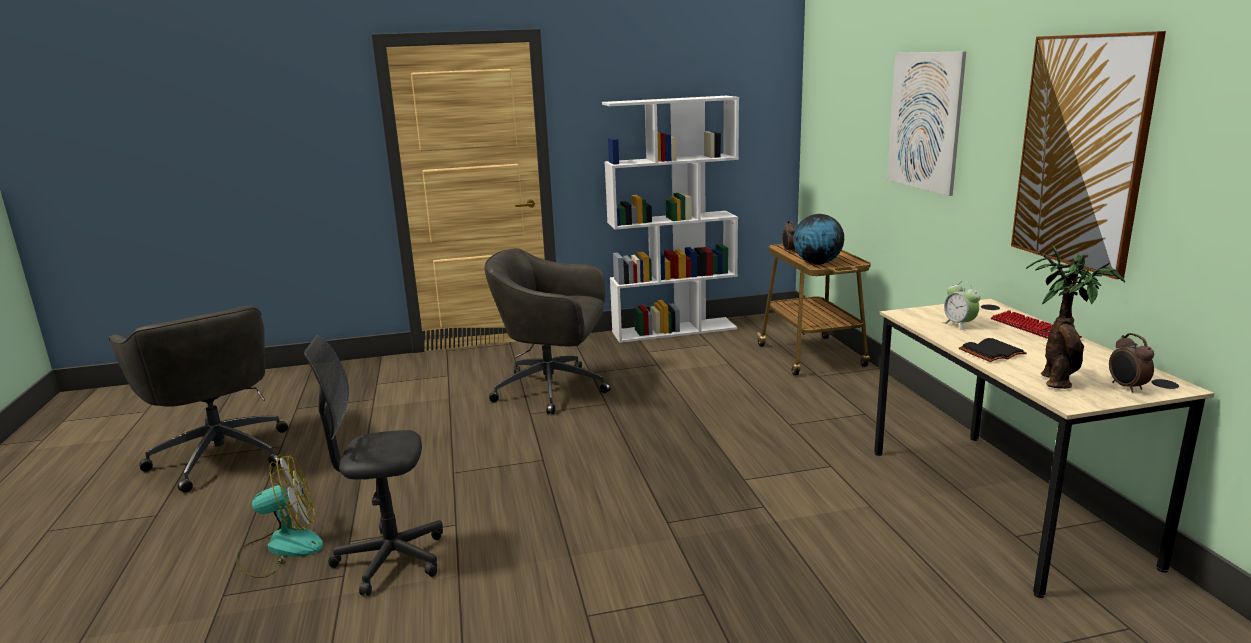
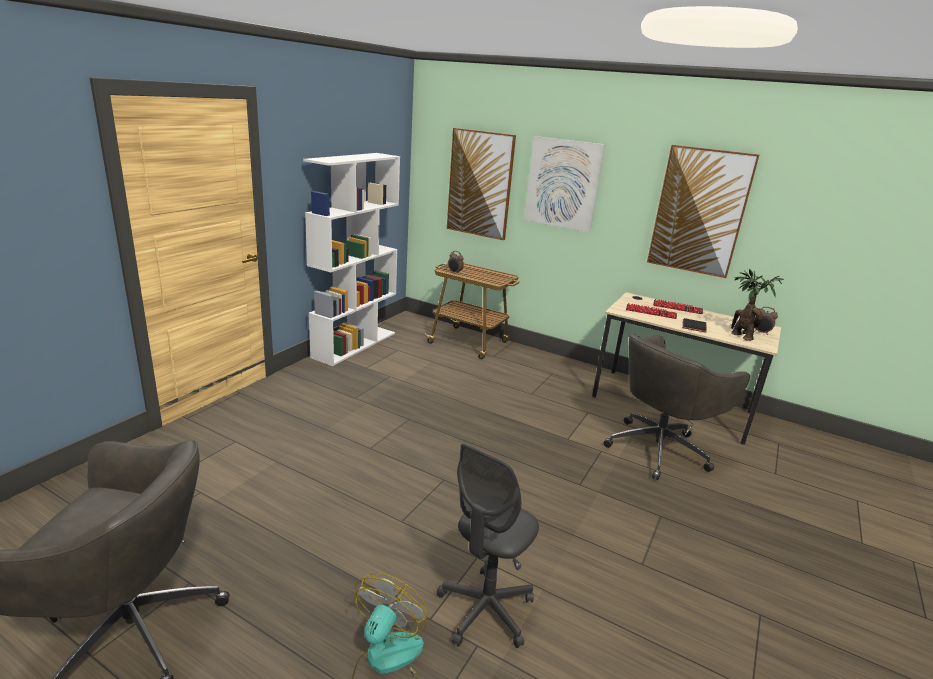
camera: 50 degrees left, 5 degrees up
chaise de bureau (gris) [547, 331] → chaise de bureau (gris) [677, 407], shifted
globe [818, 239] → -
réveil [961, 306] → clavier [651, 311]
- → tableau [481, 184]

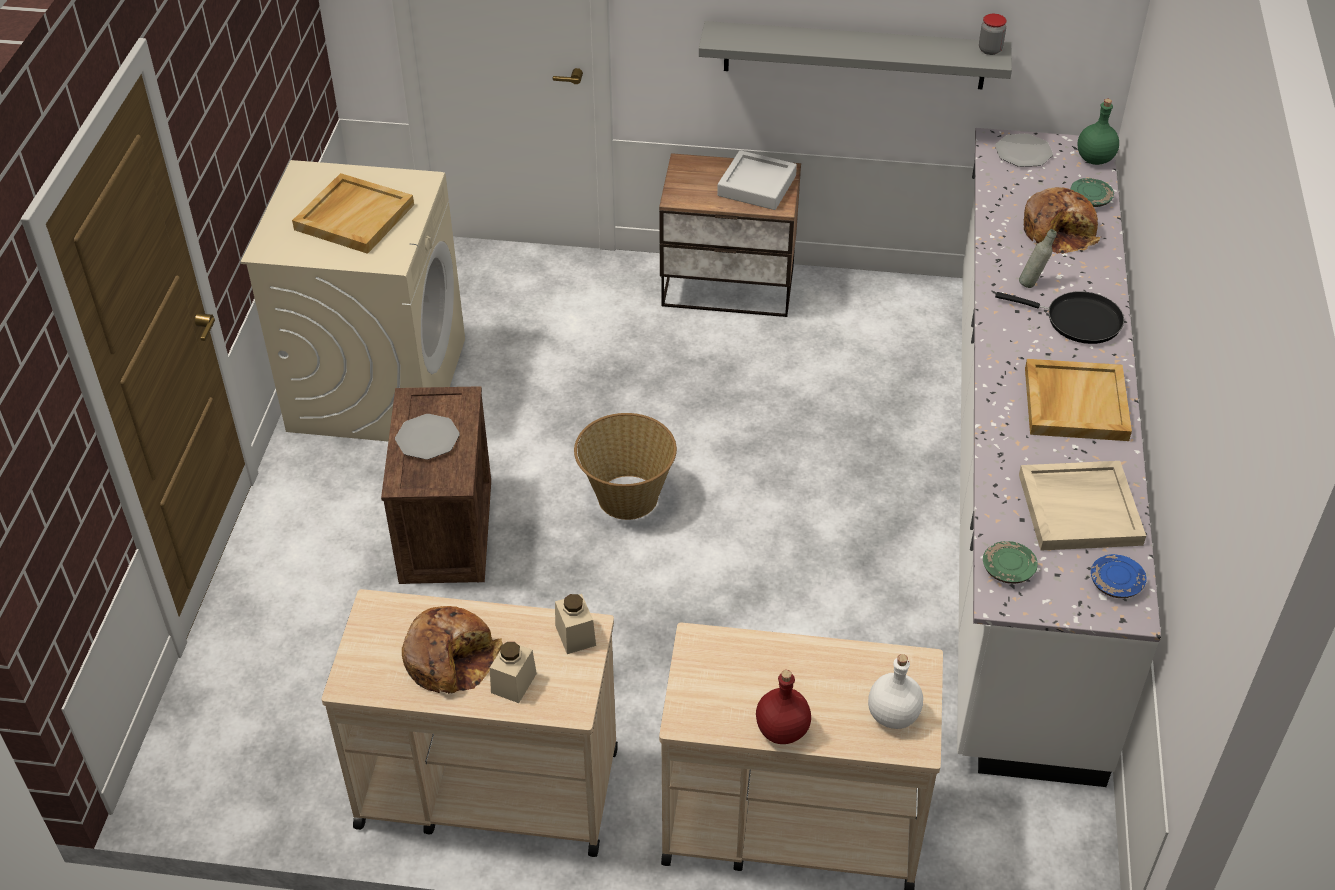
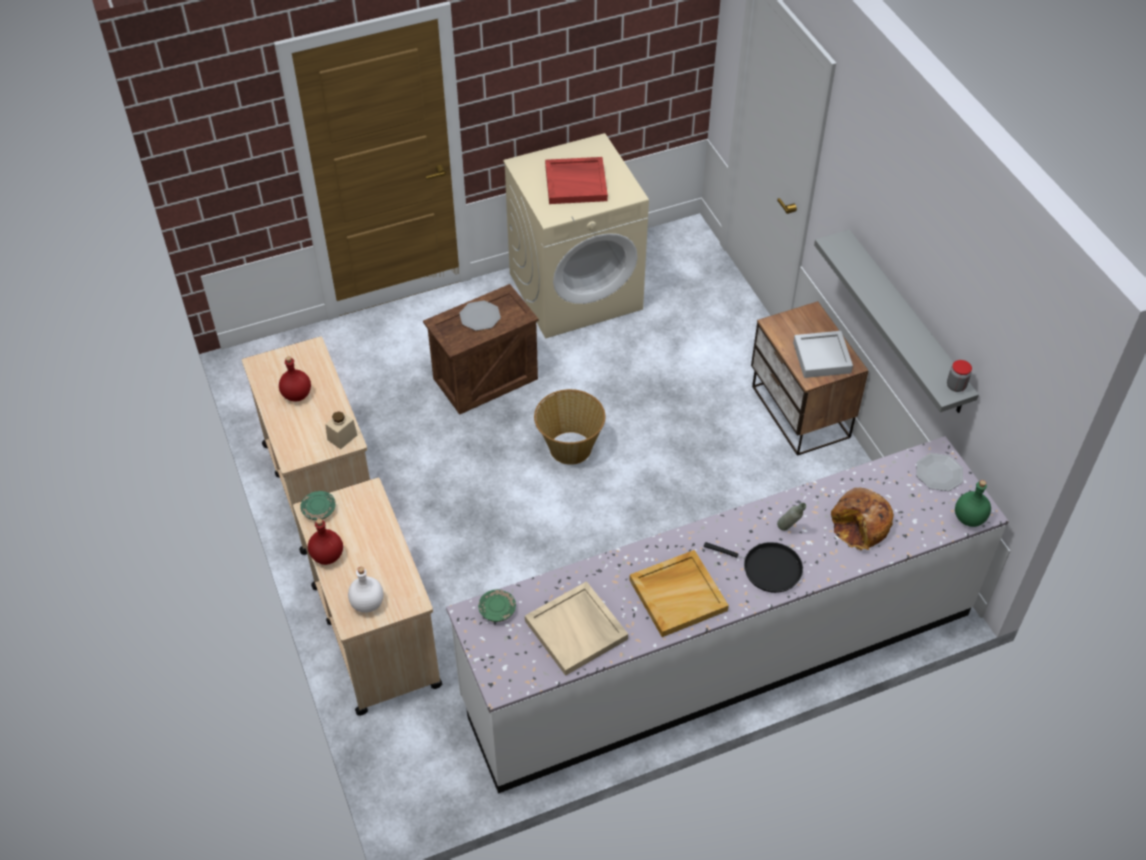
camera: 60 degrees right, 5 degrees up
plateau (beige) [353, 213] → plateau (rouge) [576, 180]
pain [452, 650] → bouteille (rouge) [295, 378]
bocal (beige) [513, 672] → -
poêle (noir) [1059, 317] → poêle (noir) [753, 567], 60 degrees counterclockwise
assiette (vert) [1092, 192] → assiette (vert) [318, 505], shifted
assiette (bleu) [1119, 576] → -

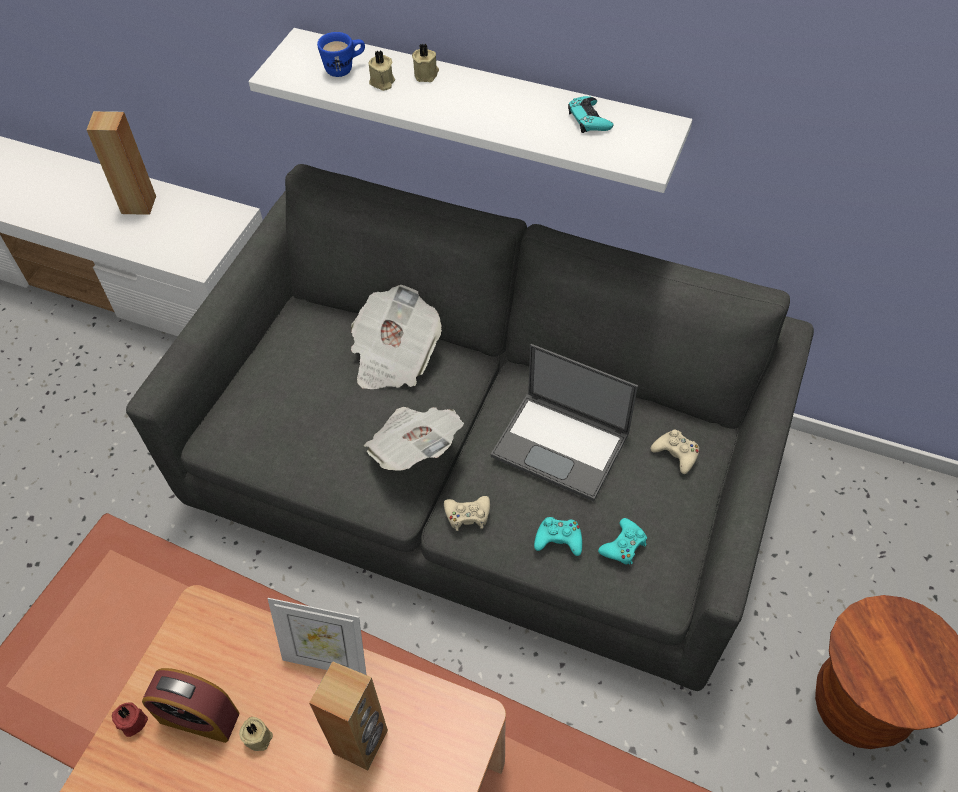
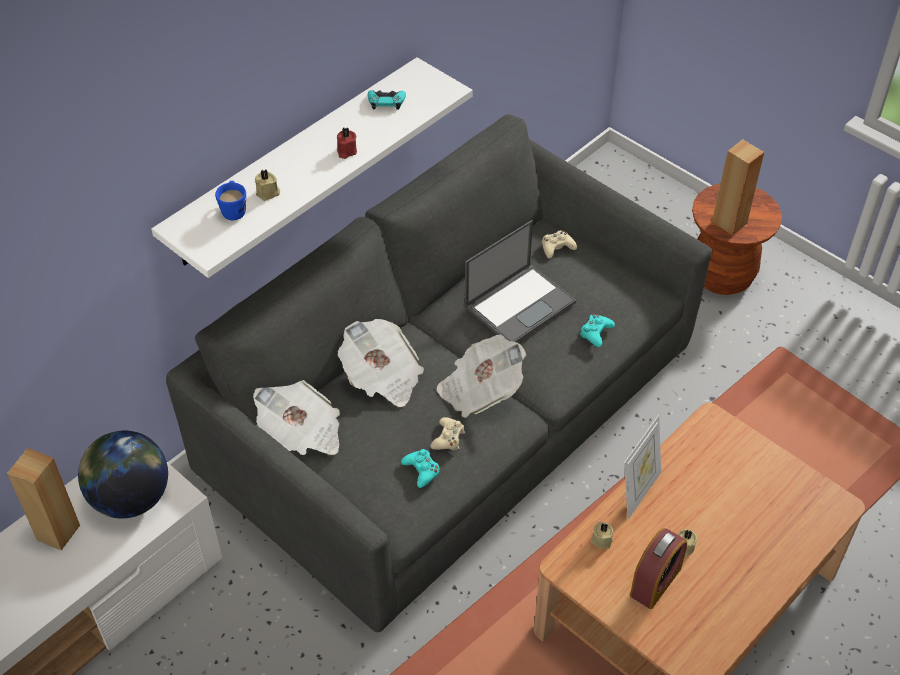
camera: 70 degrees left, 5 degrees down
bougie (rouge) [130, 720] → bougie (rouge) [347, 143], shifted
enceinte (marron) [348, 715] → enceinte (marron) [738, 187], shifted
bougie (beige) [425, 63] → bougie (beige) [602, 535], shifted
manette (beige) [467, 513] → manette (beige) [447, 433], shifted
manette (turquoise) [622, 541] → manette (turquoise) [420, 468], shifted
- → globe [123, 475]
- → journal [296, 417]

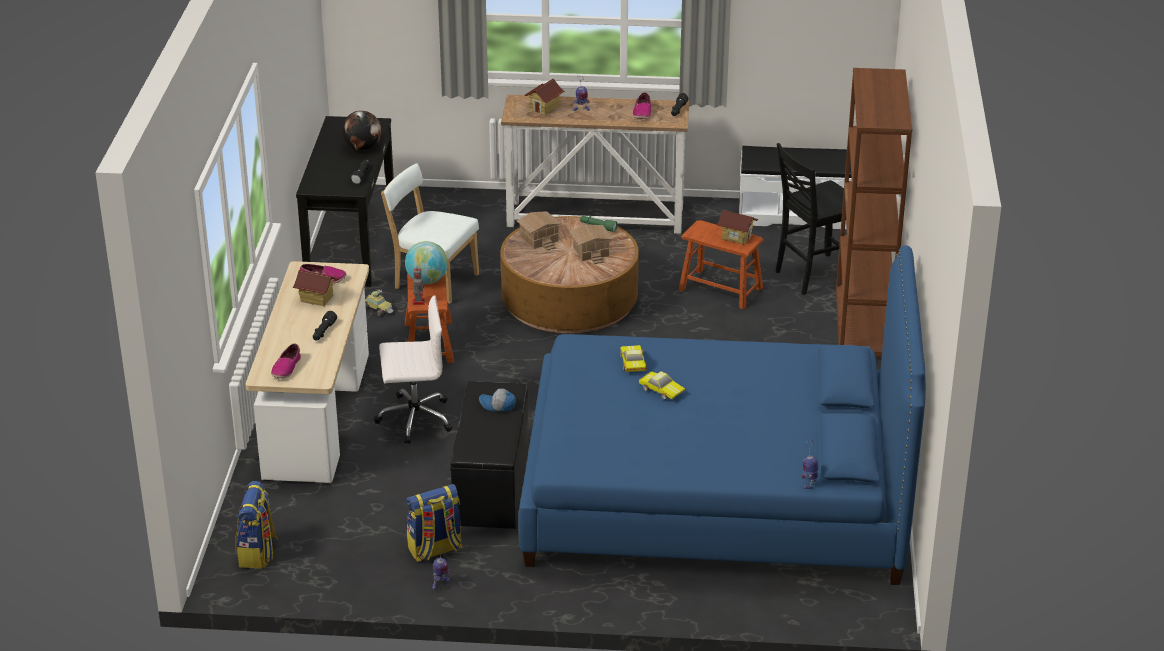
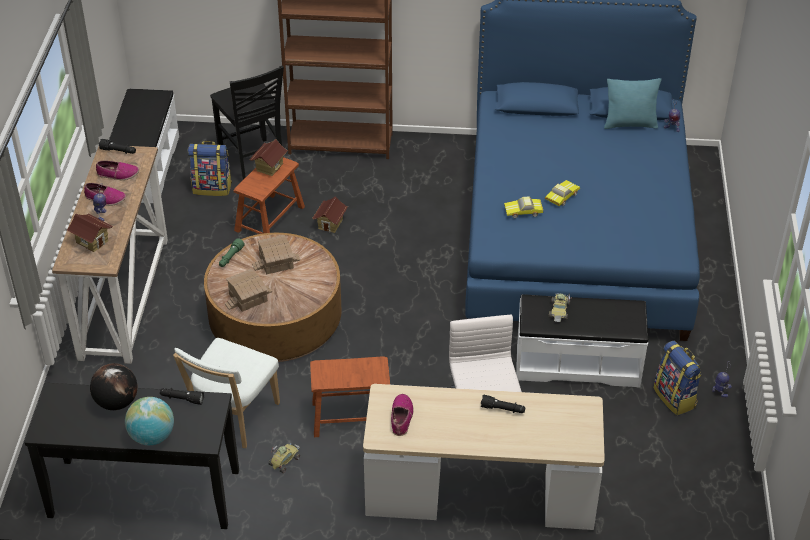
camera: 90 degrees left, 10 degrees up
sac à dos [256, 524] → sac à dos [210, 168], shifted
chaussure [286, 360] → chaussure [105, 194], shifted
maison miniature [315, 288] → maison miniature [330, 215], shifted
globe [426, 262] → globe [149, 421], shifted
robot jouet [418, 286] → -
banc (noir) [489, 455] → banc (blanc) [582, 341]
casquette [497, 399] → petite voiture [560, 307]
- → coussin (turquoise) [632, 103]

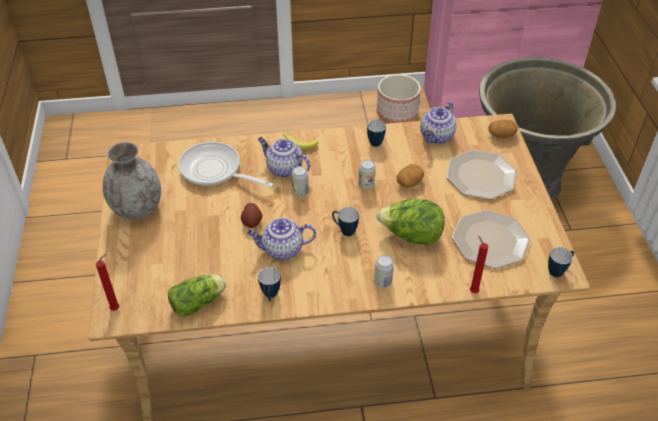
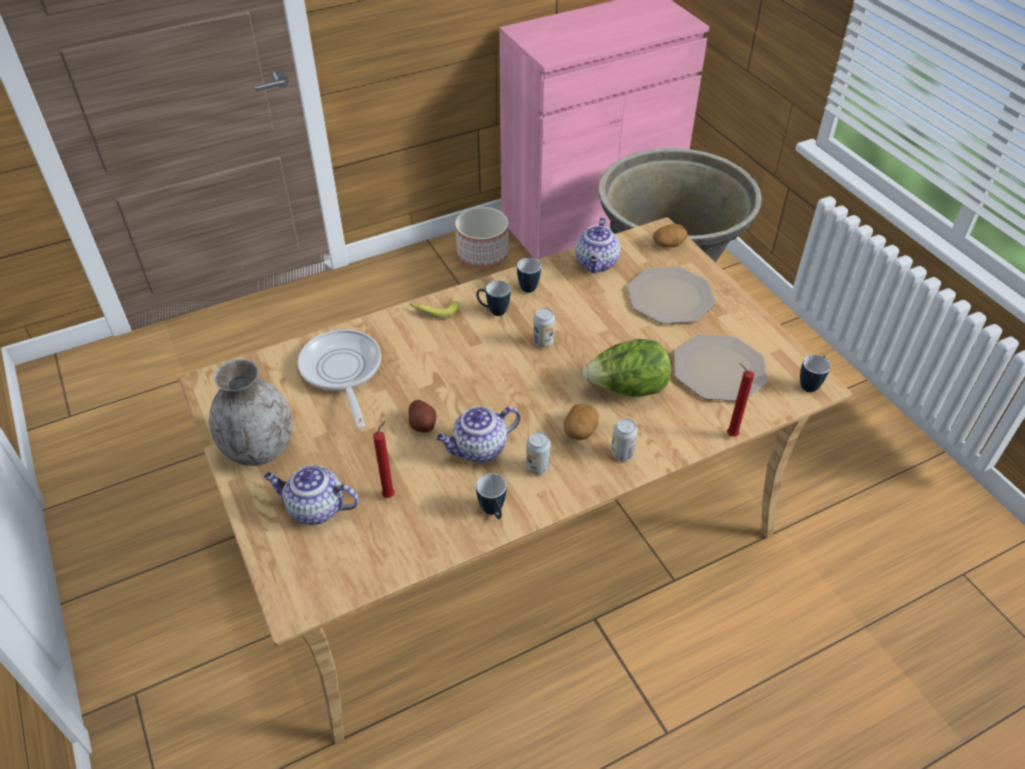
camera: 20 degrees left, 0 degrees up
bougie (rouge) [108, 282] → bougie (rouge) [384, 459], shifted
laitue [197, 295] → -
poêle [226, 165] → poêle [339, 379], 60 degrees clockwise
théière [284, 157] → théière [311, 495], shifted
boîte métallique [299, 181] → boîte métallique [538, 453], shifted
mug [345, 221] → mug [493, 298], shifted
pomme de terre [410, 175] → pomme de terre [581, 422], shifted

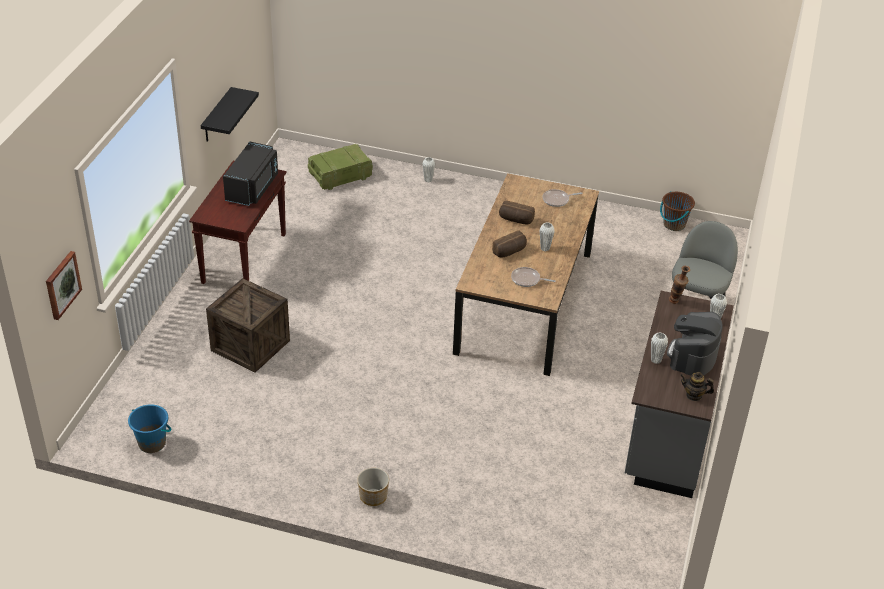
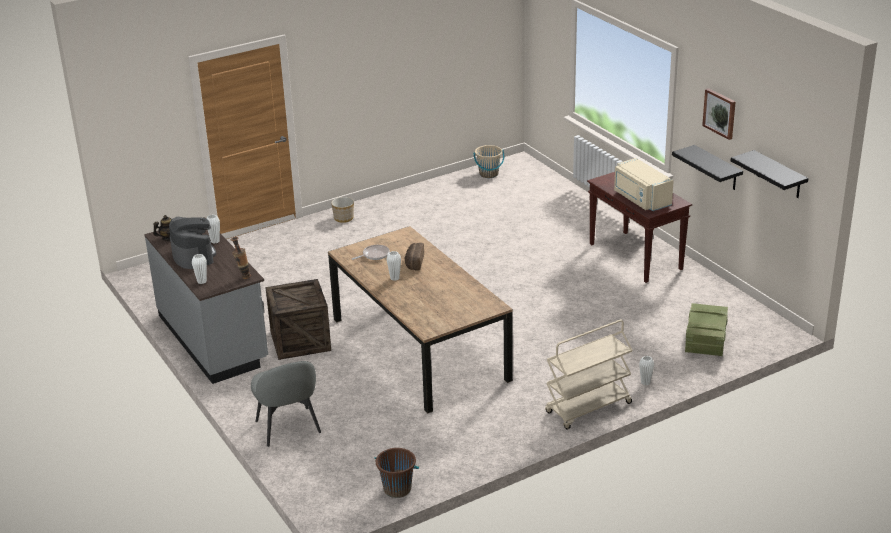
camera: 135 degrees right, 10 degrees down
tableau [64, 285] → tableau [719, 114], shifted
seau (bleu) [149, 428] → seau (beige) [488, 161]
caisse [248, 325] → caisse [298, 319], shifted
micro-ondes (noir) [250, 174] → micro-ondes (beige) [644, 184]
pain [517, 212] → -
poêle [562, 198] → -
- → chariot (beige) [588, 375]
- → étagère (noir) [769, 174]

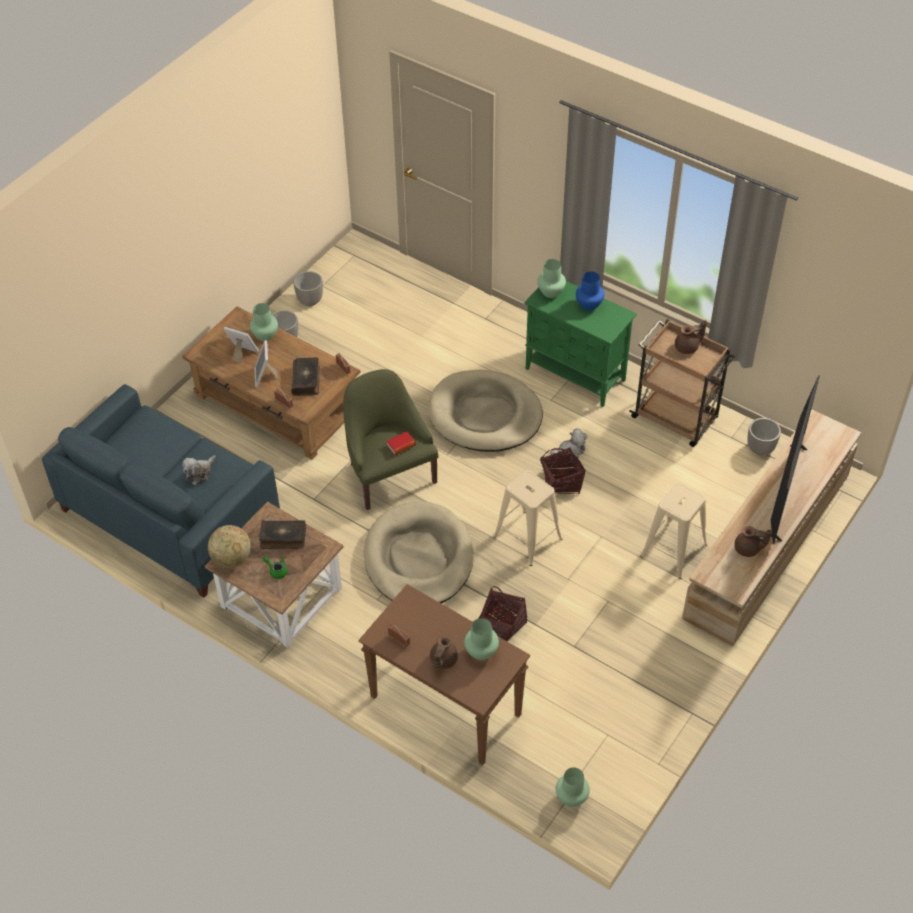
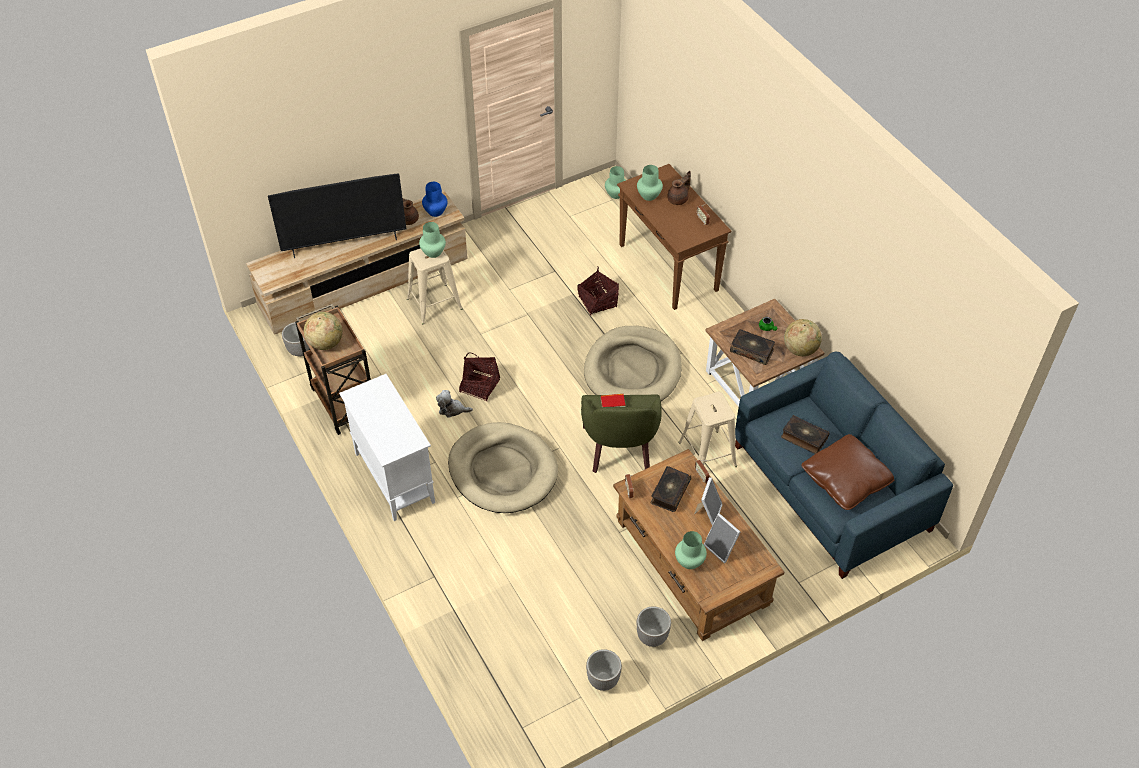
camera: 155 degrees left, 0 degrees up
peluche [199, 470] → livre [805, 434]
tabouret (beige) [527, 518] → tabouret (beige) [707, 429], shifted
meuble de rangement (vert) [580, 344] → meuble de rangement (blanc) [387, 447]
vase (vert) [551, 278] → vase (vert) [432, 240], shifted
vase (bleu) [590, 291] → vase (bleu) [434, 199], shifted
théière (marron) [691, 337] → globe [323, 331]
téléviseur [795, 459] → téléviseur [337, 215], 150 degrees counterclockwise
- → coussin (marron) [848, 472]

